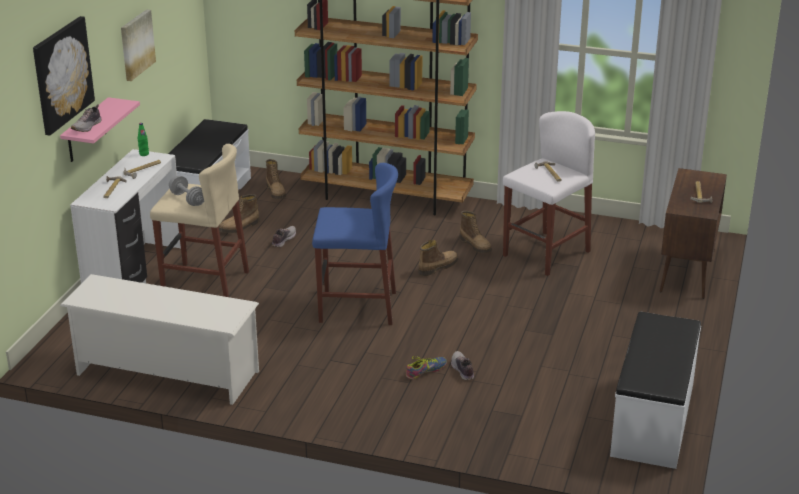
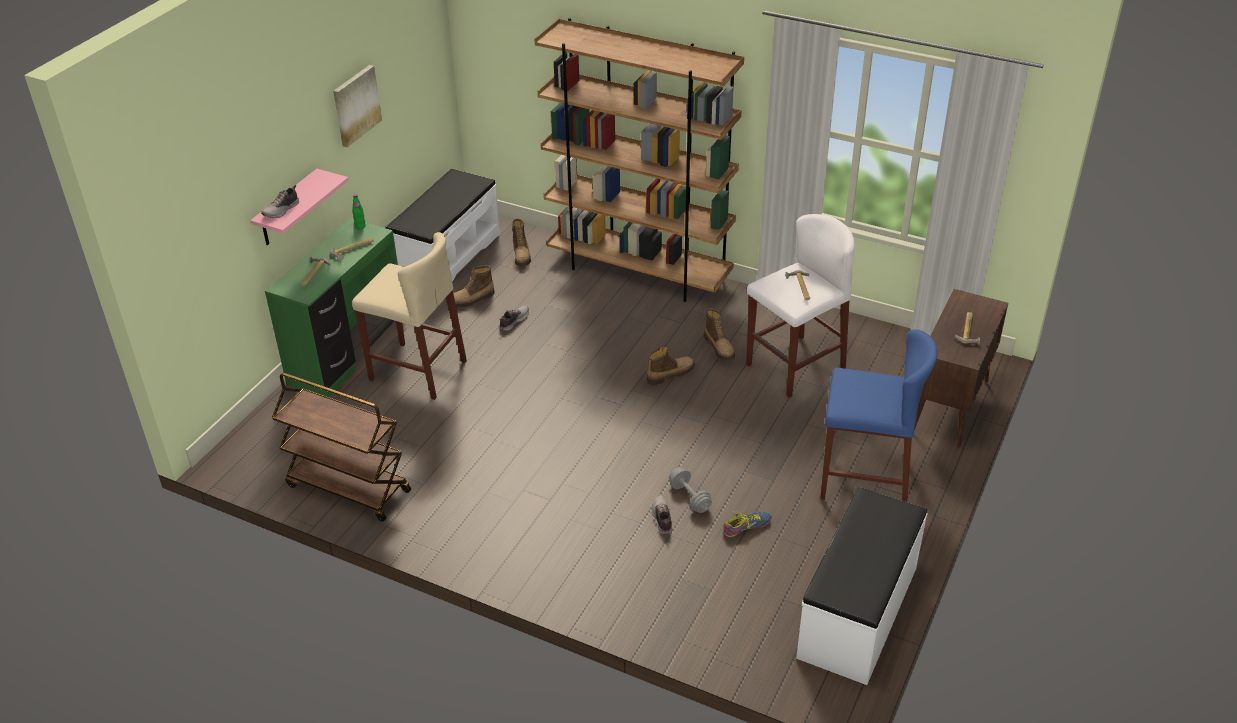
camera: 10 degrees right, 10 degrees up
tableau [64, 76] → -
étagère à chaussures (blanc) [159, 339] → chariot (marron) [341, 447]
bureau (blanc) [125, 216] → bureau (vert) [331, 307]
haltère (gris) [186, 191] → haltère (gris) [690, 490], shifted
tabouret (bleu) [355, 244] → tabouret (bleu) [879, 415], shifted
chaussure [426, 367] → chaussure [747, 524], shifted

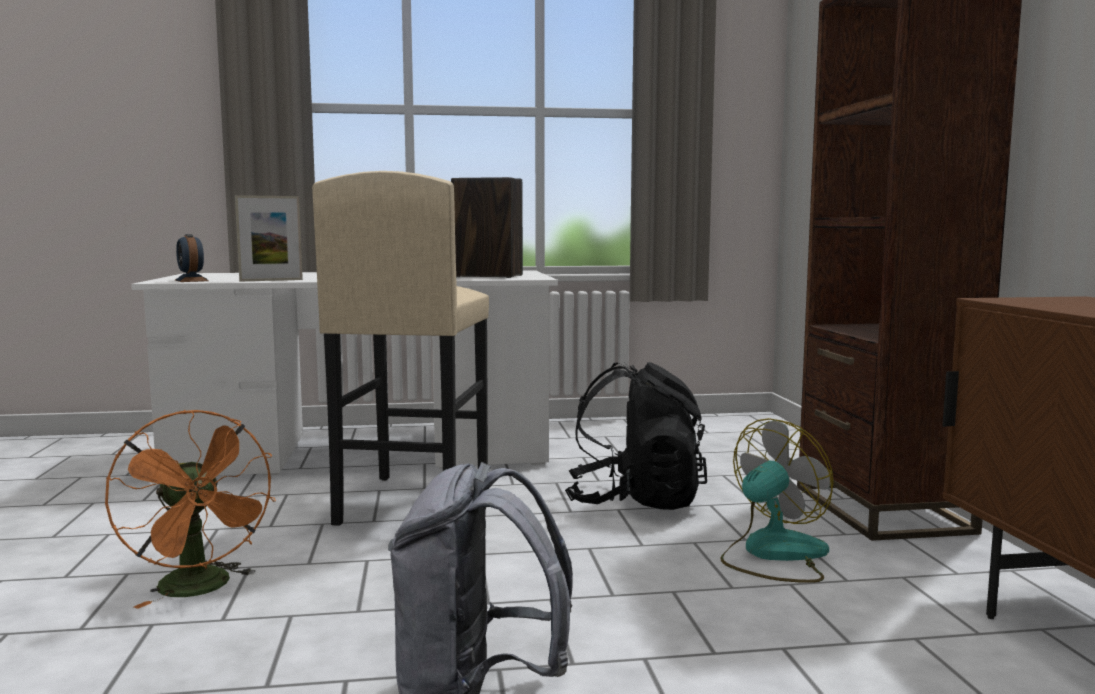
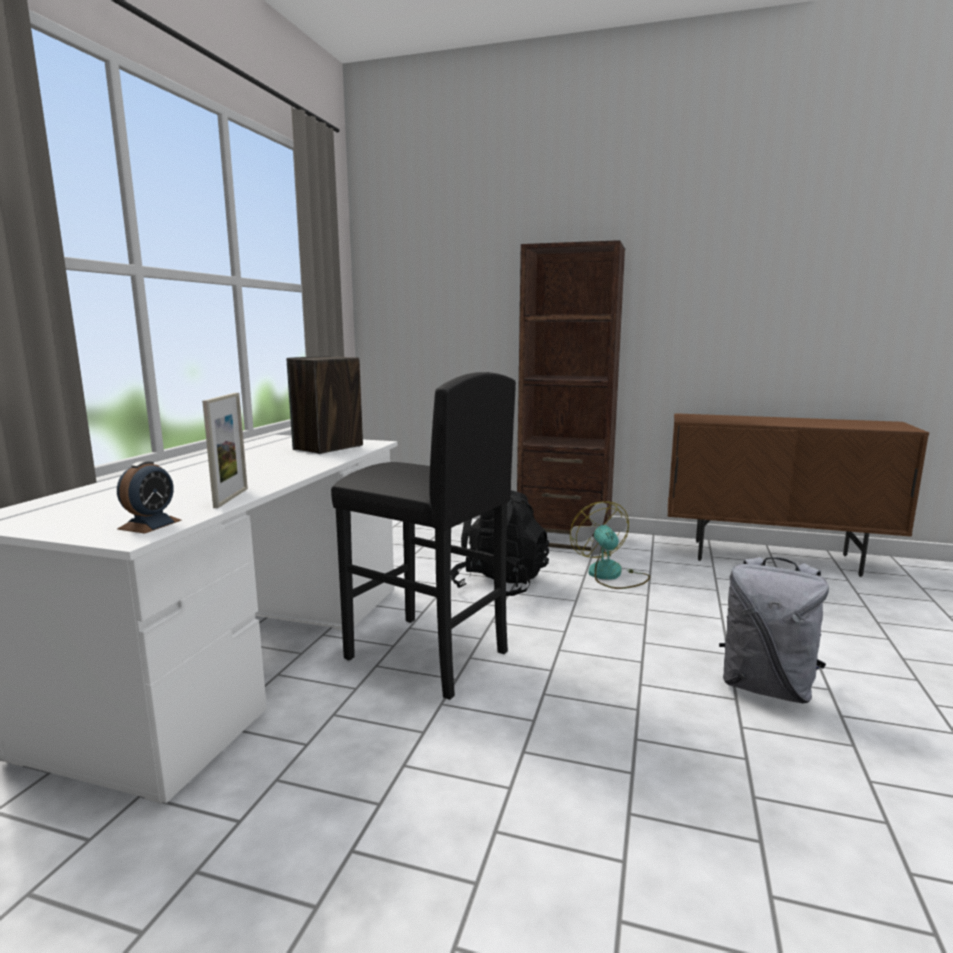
camera: 65 degrees left, 5 degrees up
ventilateur (orange) [190, 509] → -
réveil [192, 258] → réveil [149, 497], 60 degrees counterclockwise
tabouret (beige) [400, 348] → tabouret (noir) [423, 536]

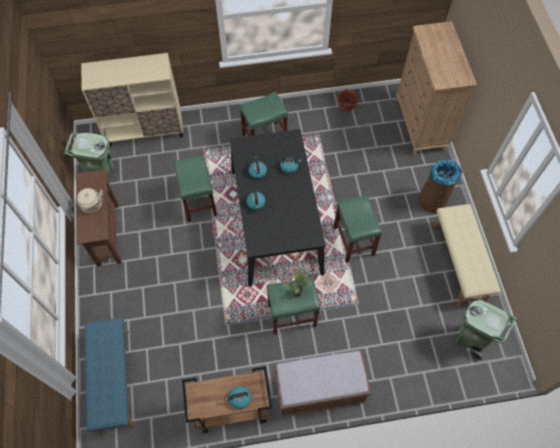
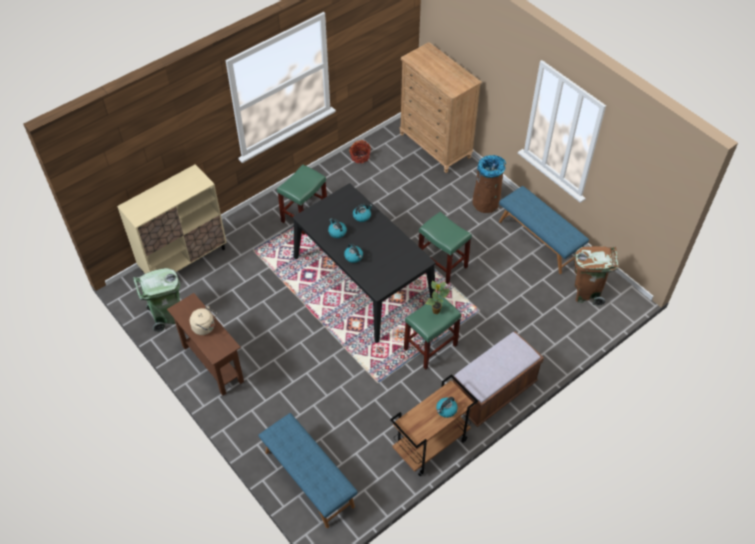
camera: 30 degrees left, 10 degrees down
tabouret (vert) [195, 188] → -
banc (beige) [466, 255] → banc (bleu) [544, 230]
poubelle (vert) [486, 330] → poubelle (marron) [596, 276]

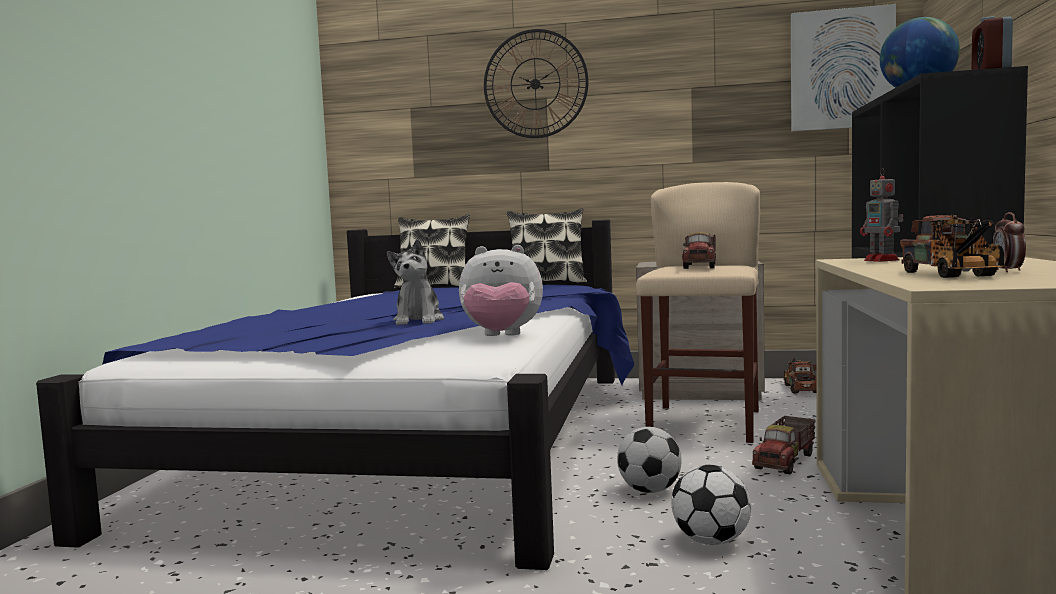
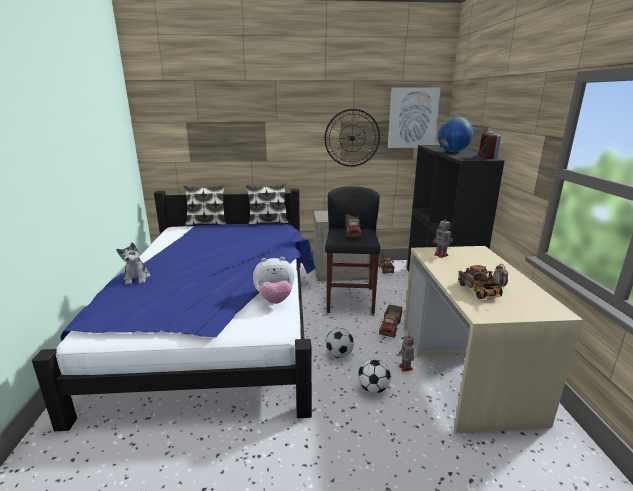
camera: 15 degrees left, 15 degrees up
peluche [415, 282] → peluche [133, 263], shifted
horloge murale [536, 83] → horloge murale [352, 138], shifted
tabouret (beige) [698, 312] → tabouret (noir) [353, 250]
- → robot jouet [406, 352]

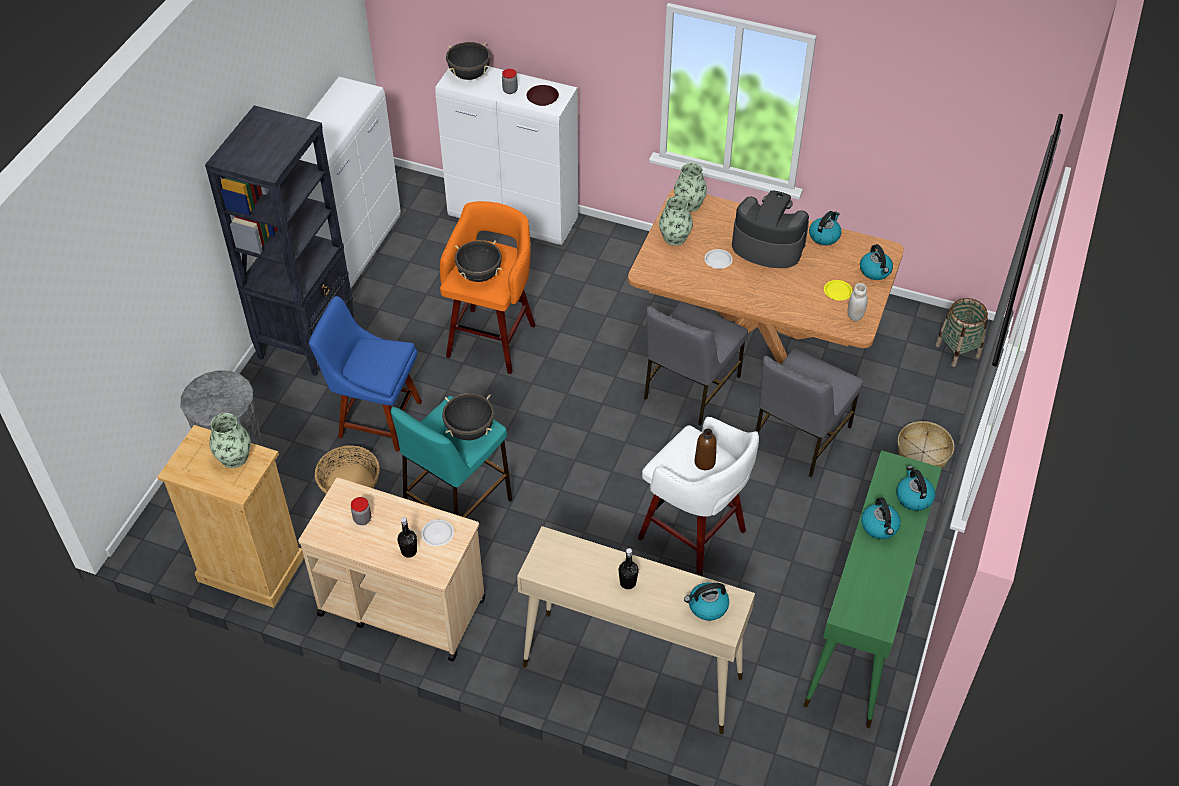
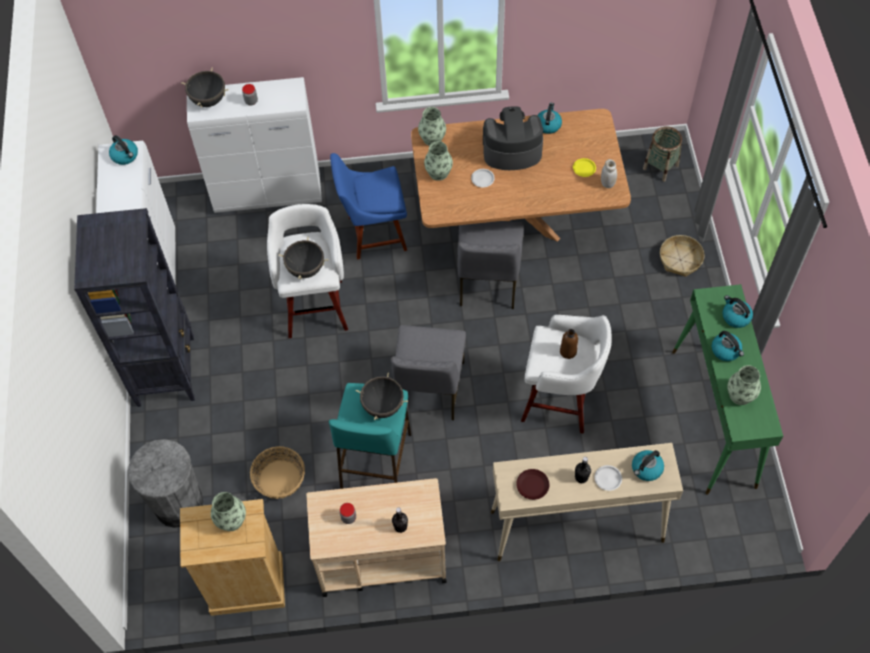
camera: 25 degrees left, 10 degrees up
chaise (bleu) [365, 374] → chaise (bleu) [368, 206], shifted
assiette (blanc) [437, 532] → assiette (blanc) [608, 478], shifted
tabouret (orange) [487, 287] → tabouret (blanc) [307, 271]
assiette (marron) [543, 95] → assiette (marron) [532, 484], shifted
chaise (gris) [809, 412] → chaise (gris) [428, 373], shifted
bouilloire [876, 262] → bouilloire [123, 150], shifted
- → vase [744, 385]

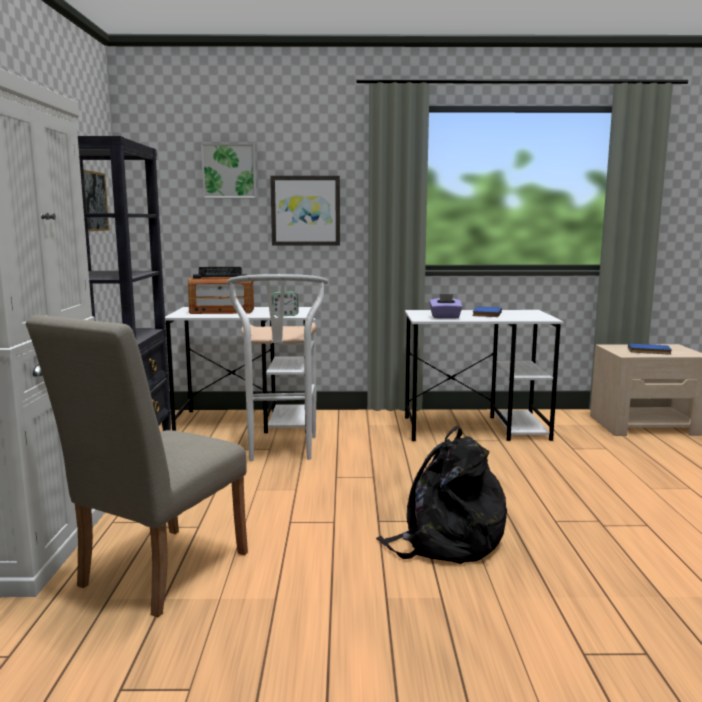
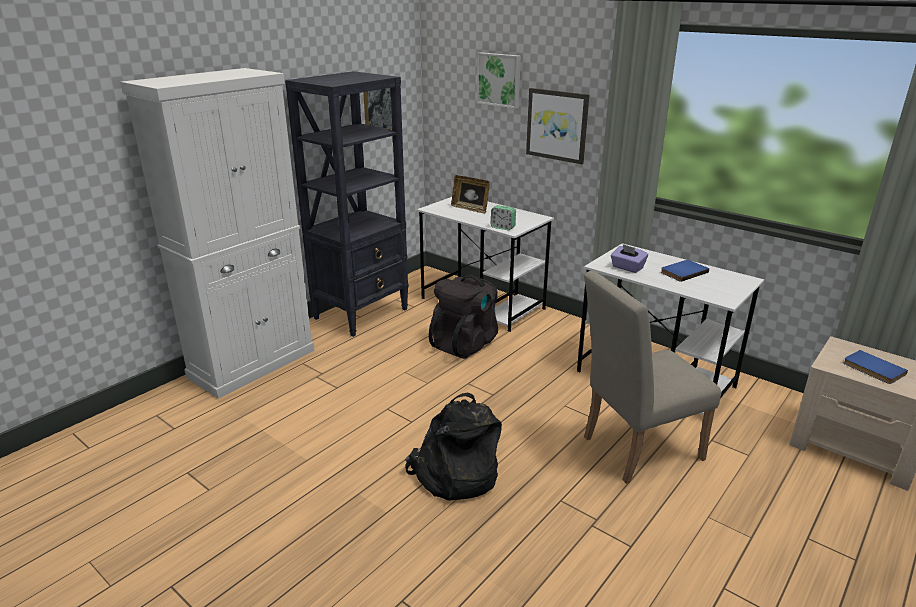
camera: 40 degrees right, 15 degrees up
chaise (beige) [137, 466] → chaise (beige) [652, 377], shifted
radio [221, 290] → cadre photo [470, 194]
tabouret (blanc) [277, 367] → sac à dos (noir) [463, 317]

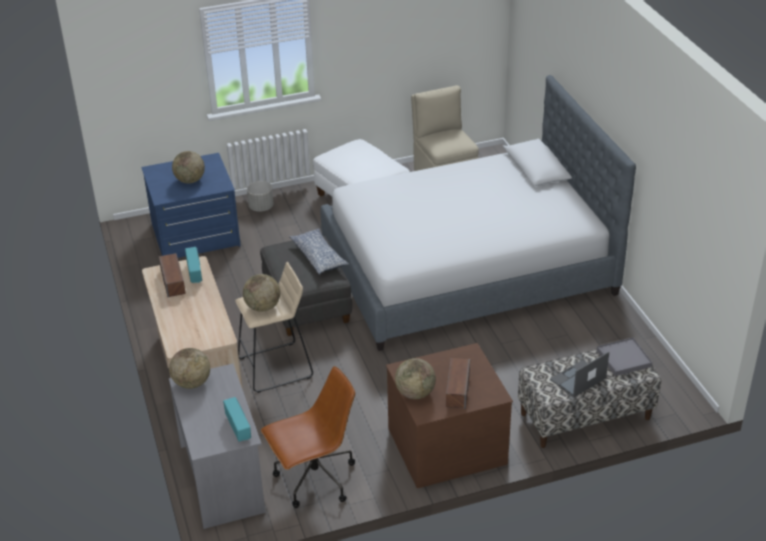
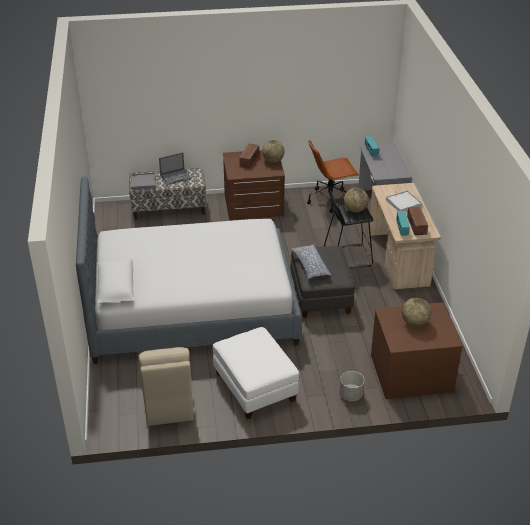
camera: 170 degrees left, 0 degrees up
commode (bleu) [191, 205] → commode (marron) [417, 350]
globe [189, 368] → -
tabouret (beige) [274, 327] → tabouret (noir) [349, 229]
- → plateau (blanc) [404, 200]

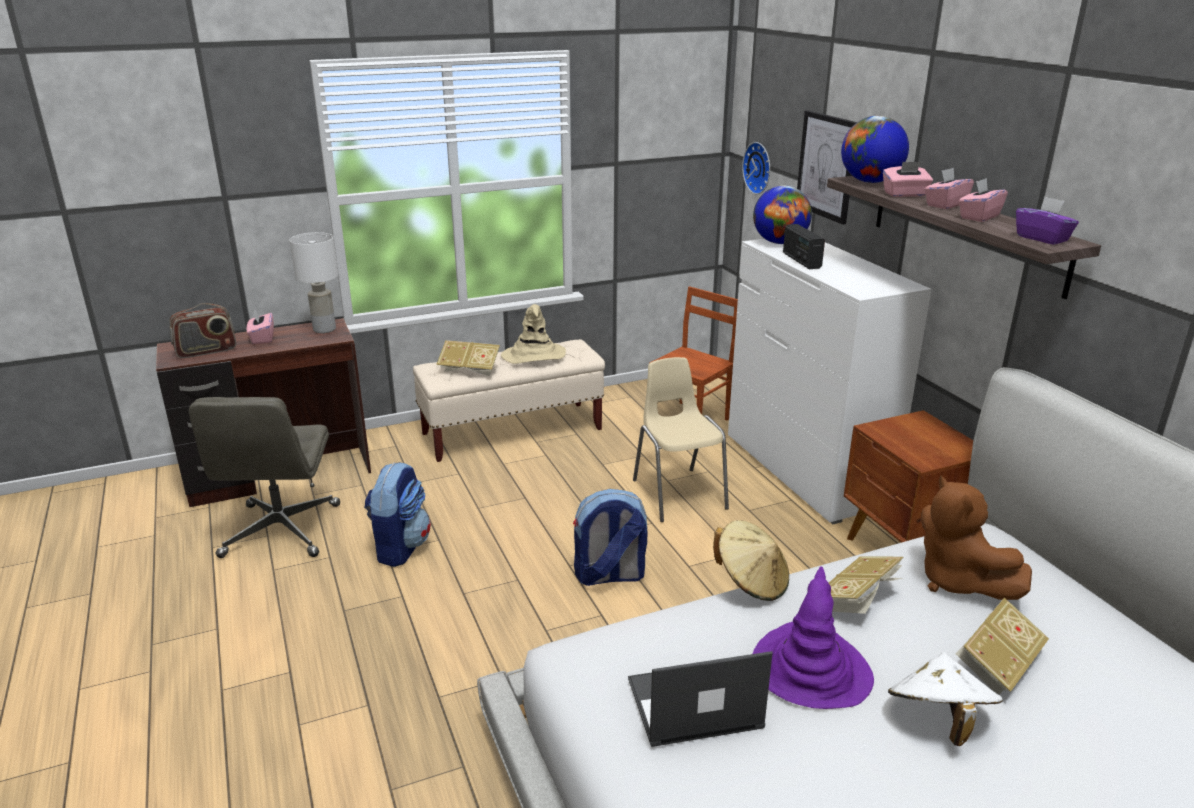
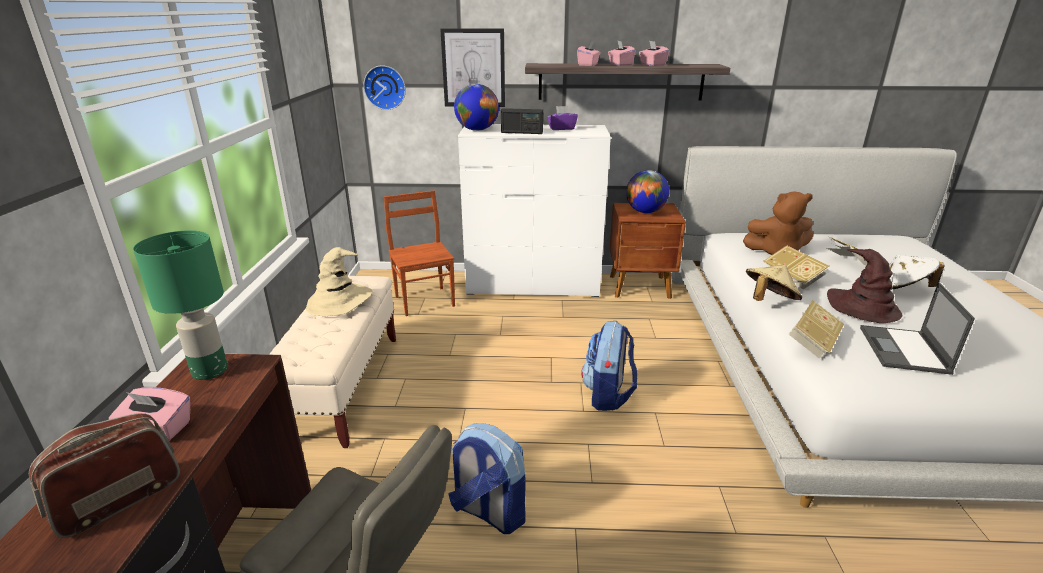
camera: 65 degrees left, 0 degrees up
radio [203, 330] → radio [104, 475], 135 degrees counterclockwise
lampe de table (blanc) [314, 282] → lampe de table (vert) [180, 305]
livre [468, 358] → livre [816, 329], shifted
chaise (beige) [681, 439] → -
chapeau (violet) [813, 637] → chapeau (marron) [864, 286]
globe [875, 149] → globe [648, 191], shifted
boîte à mouchoirs (violet) [1047, 221] → boîte à mouchoirs (violet) [562, 118], shifted

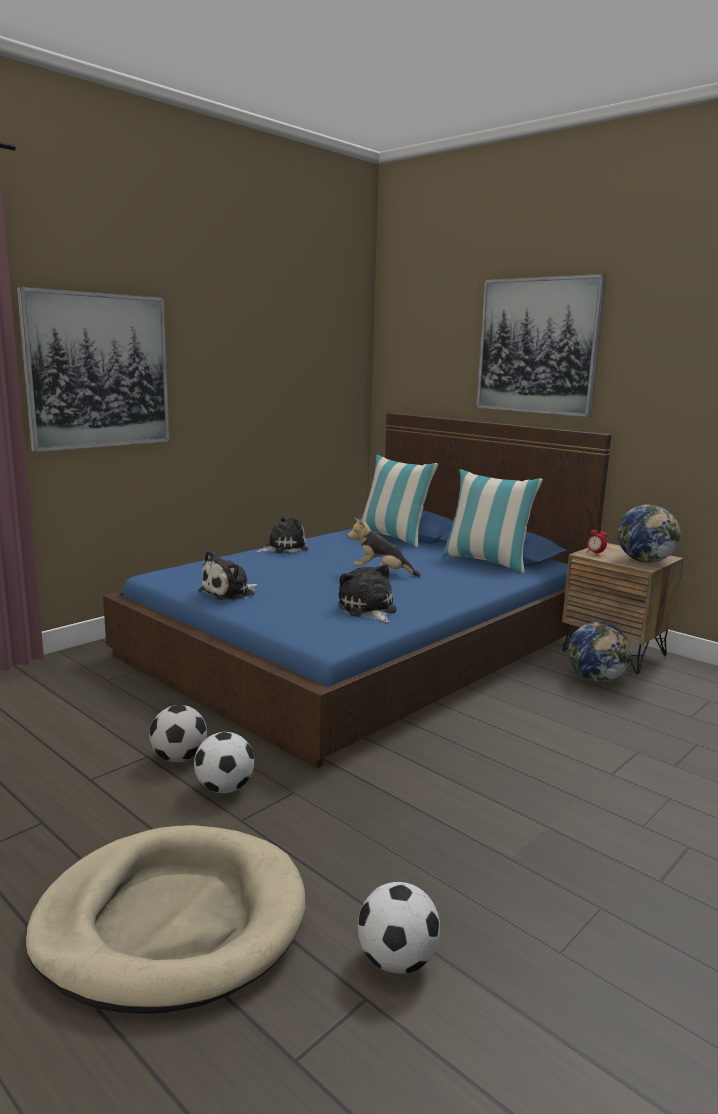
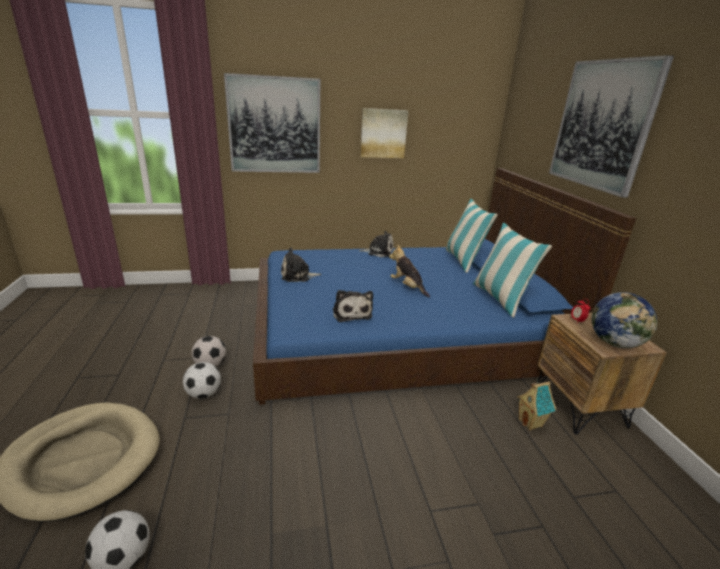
camera: 35 degrees right, 10 degrees up
peluche [367, 593] → peluche [353, 306], 150 degrees clockwise
globe [600, 652] → maison miniature [536, 404]
- → tableau [384, 133]

